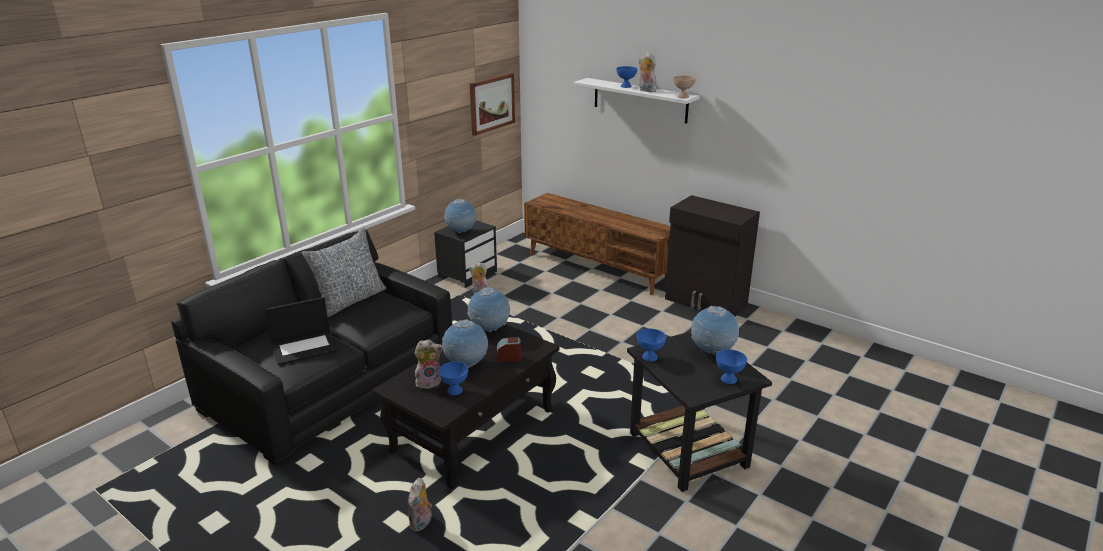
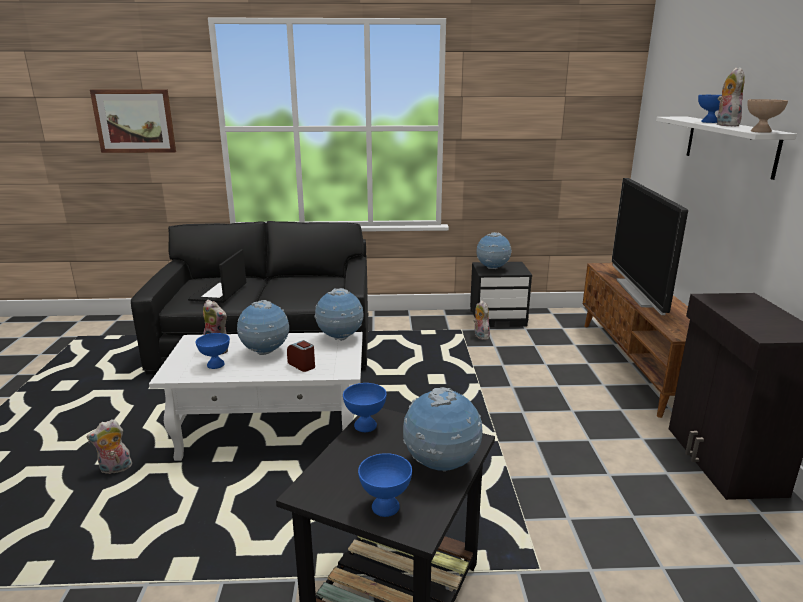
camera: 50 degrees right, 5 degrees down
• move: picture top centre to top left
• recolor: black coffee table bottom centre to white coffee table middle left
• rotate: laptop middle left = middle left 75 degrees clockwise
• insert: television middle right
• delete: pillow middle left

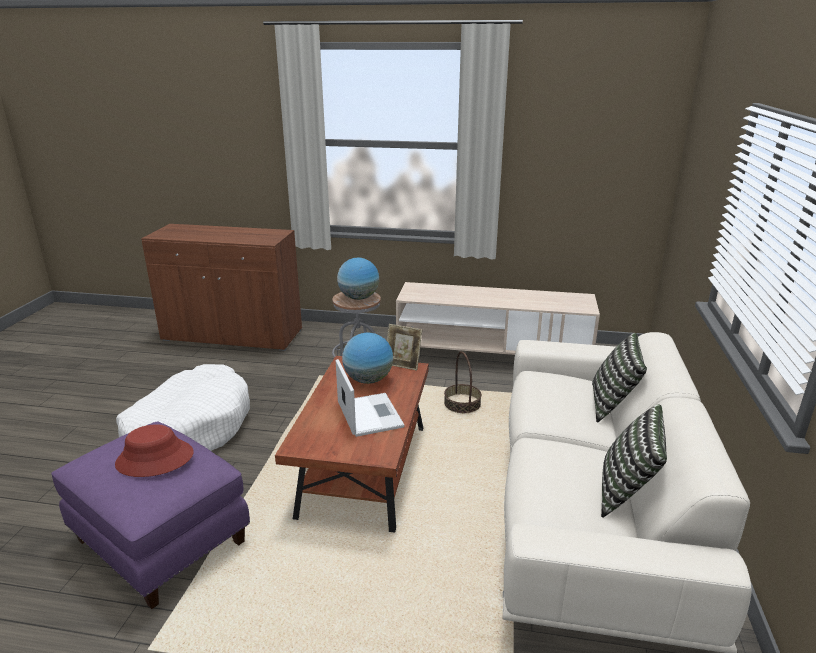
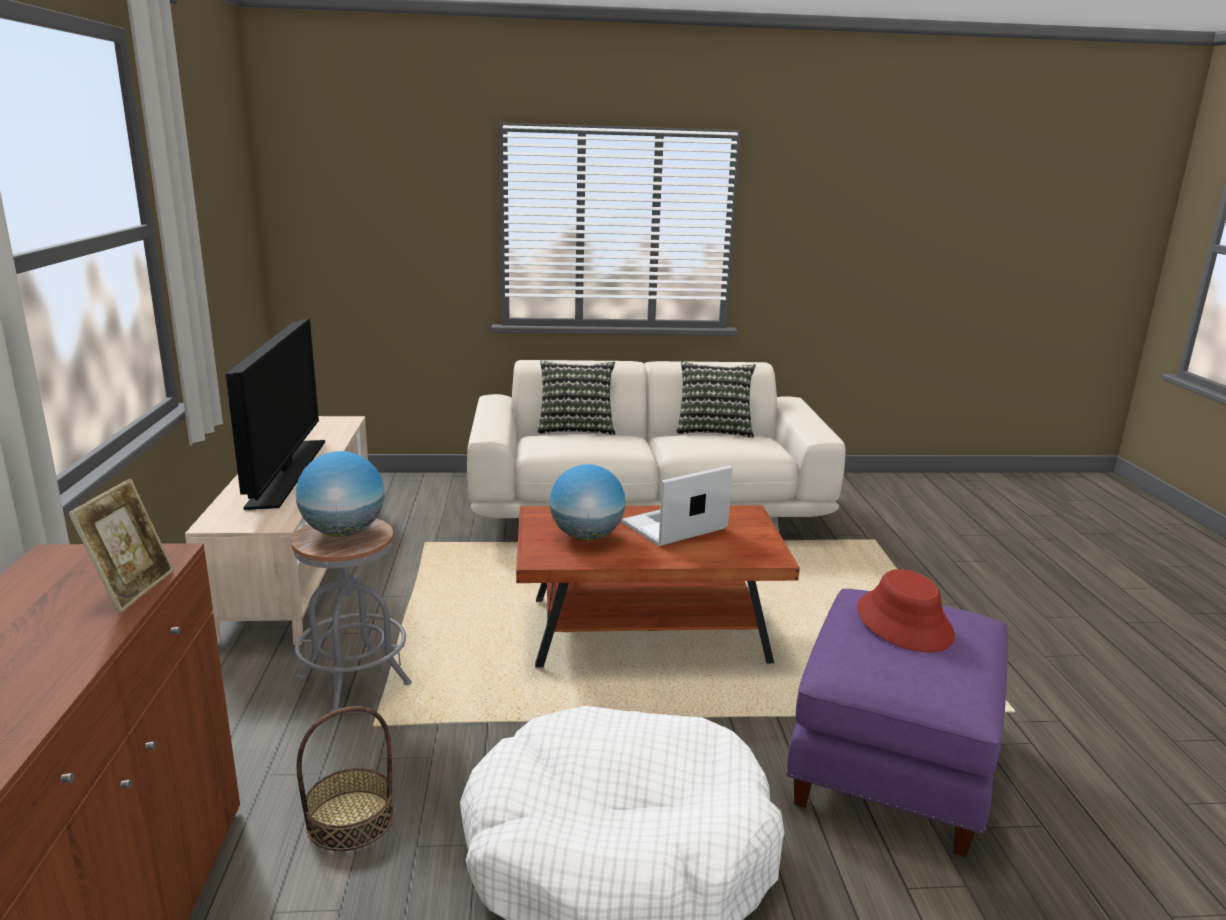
camera: 105 degrees left, 5 degrees down
• move: picture frame centre to middle left
• insert: television middle left
• move: basket centre to bottom left

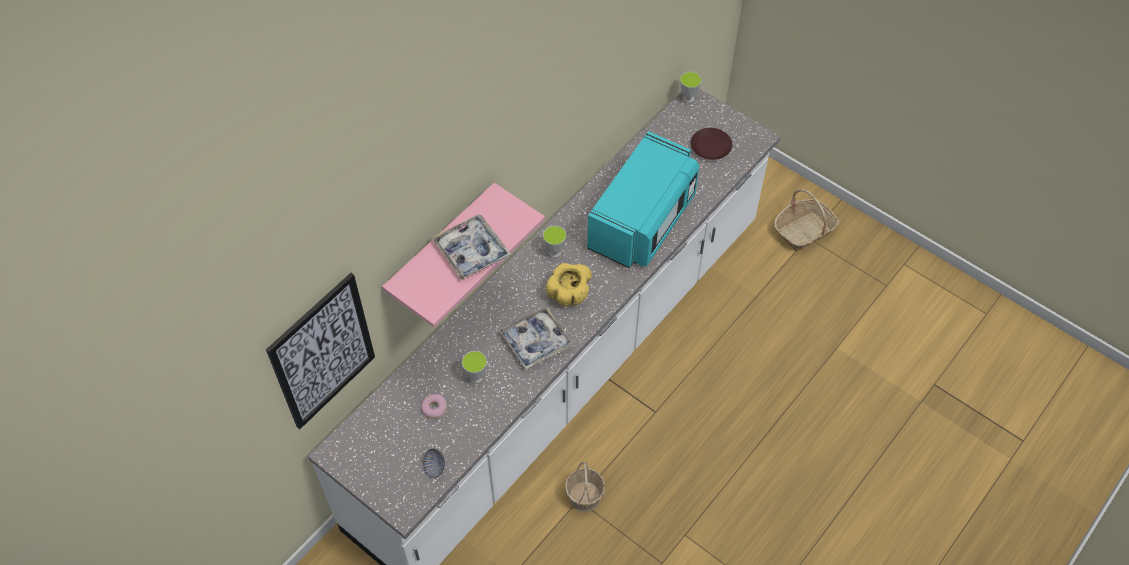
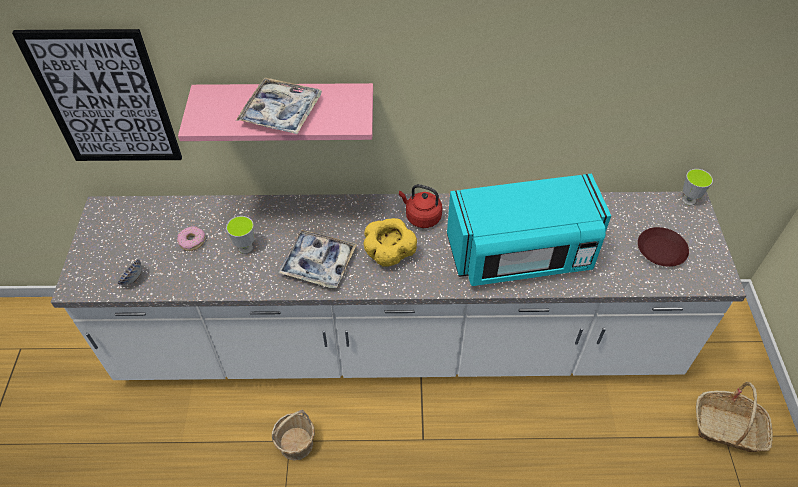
camera: 50 degrees right, 5 degrees down
• replace: cup (2nd from left) centre to red kettle centre

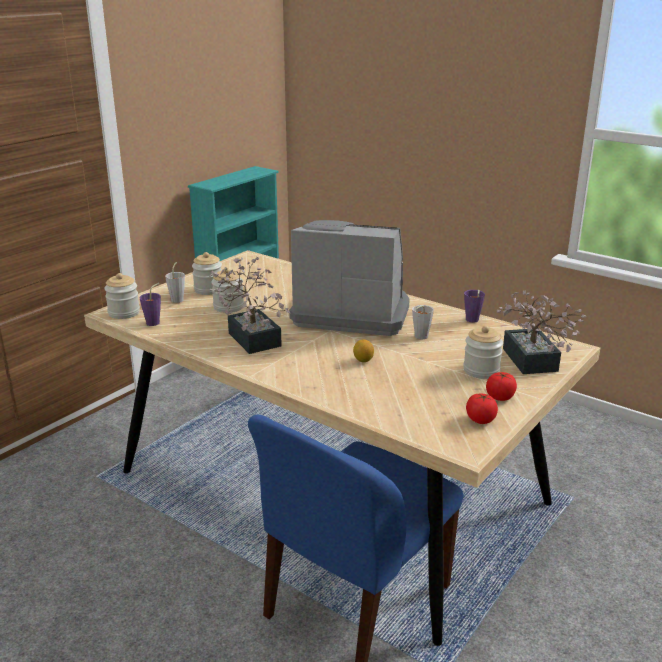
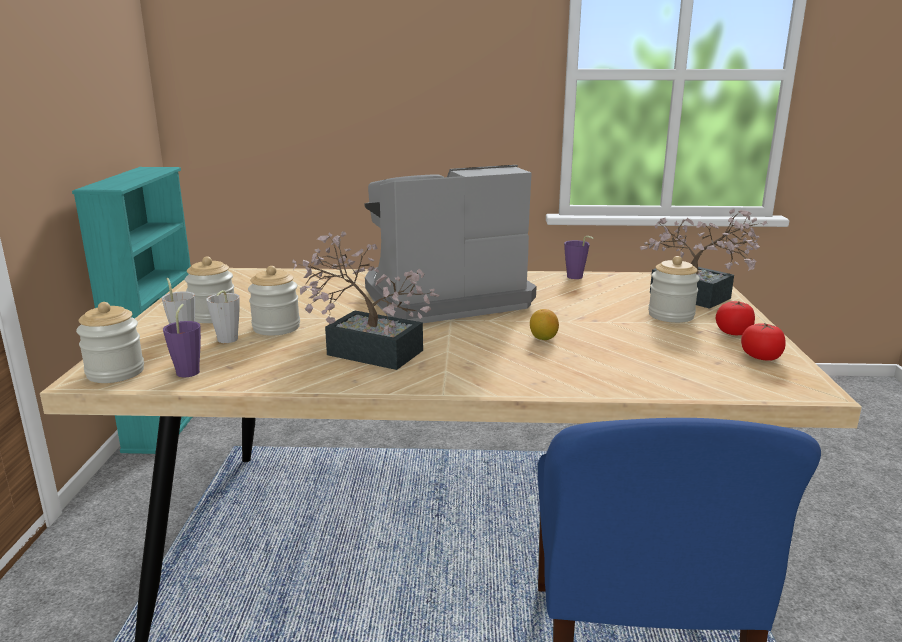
camera: 35 degrees left, 5 degrees down
• move: grey cup (2nd from left) centre to middle left

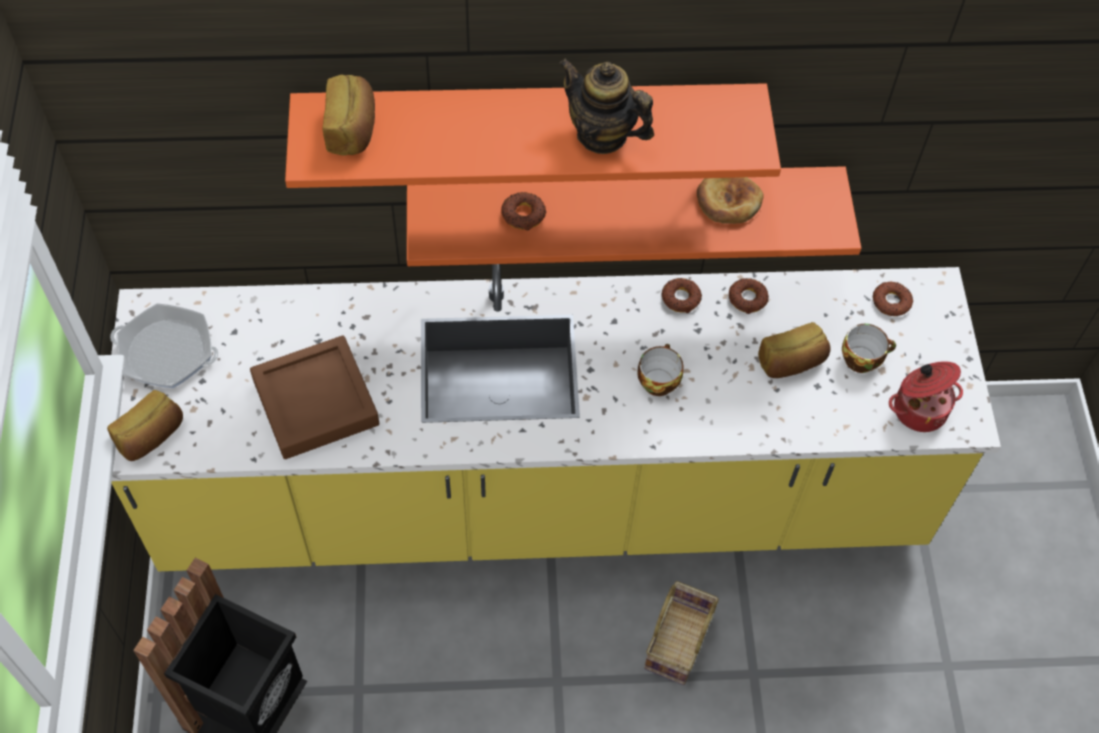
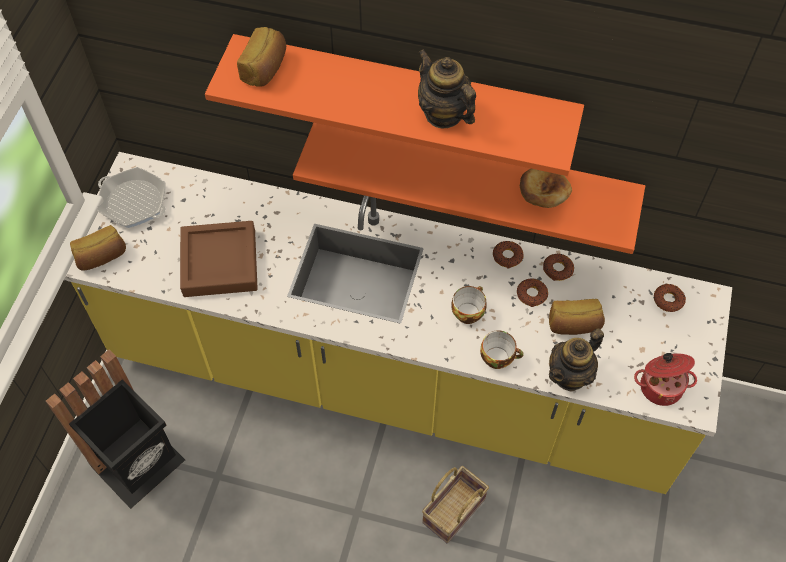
camera: 20 degrees right, 0 degrees up
• move: cup (2nd from left) middle right to centre
• move: donut (1st from left in the first image) top centre to donut (2nd from left) middle right
• insert: teapot (2nd from left) middle right

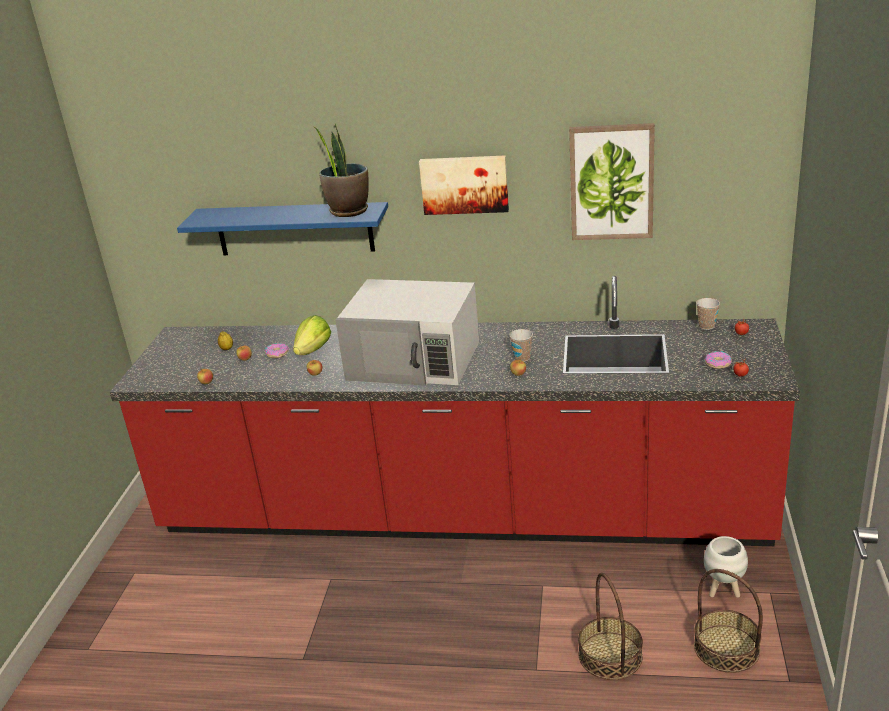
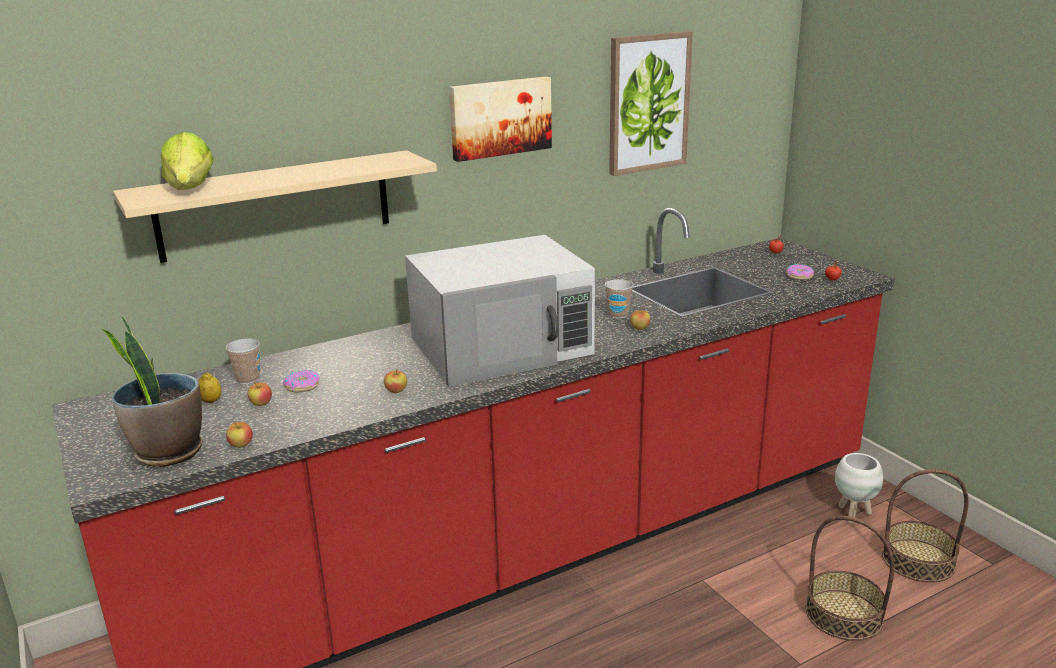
camera: 40 degrees left, 5 degrees down
• move: potted plant top centre to middle left
• recolor: blue shelf top left to beige shelf top left
• move: lettuce centre to top left
• move: cup (2nd from left in the first image) middle right to cup (1st from left) middle left

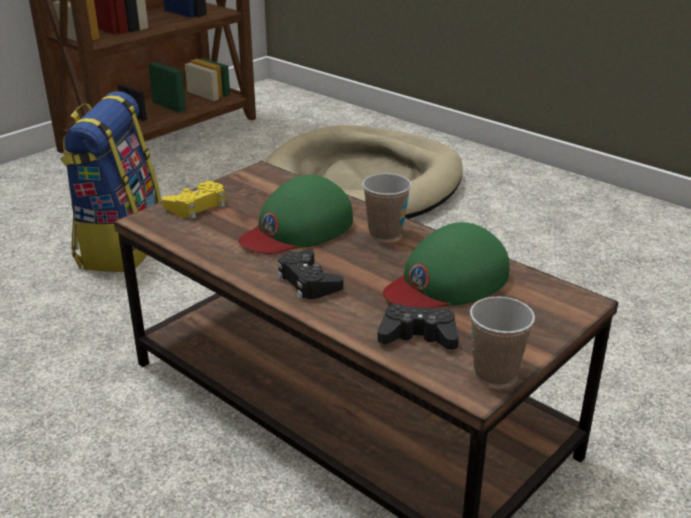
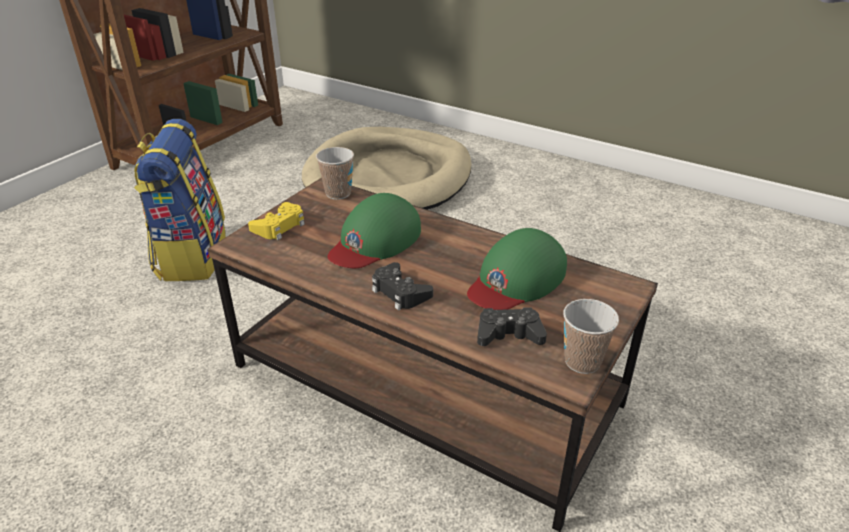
camera: 10 degrees left, 5 degrees up
• move: cup (1st from left) centre to top centre

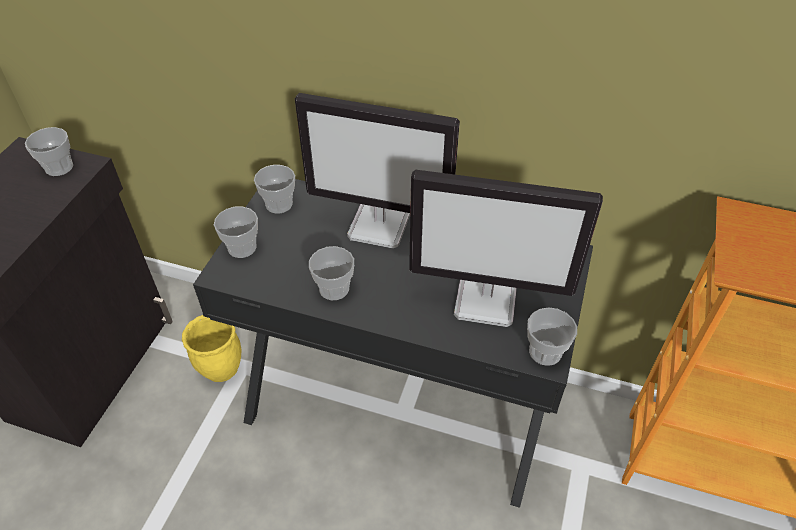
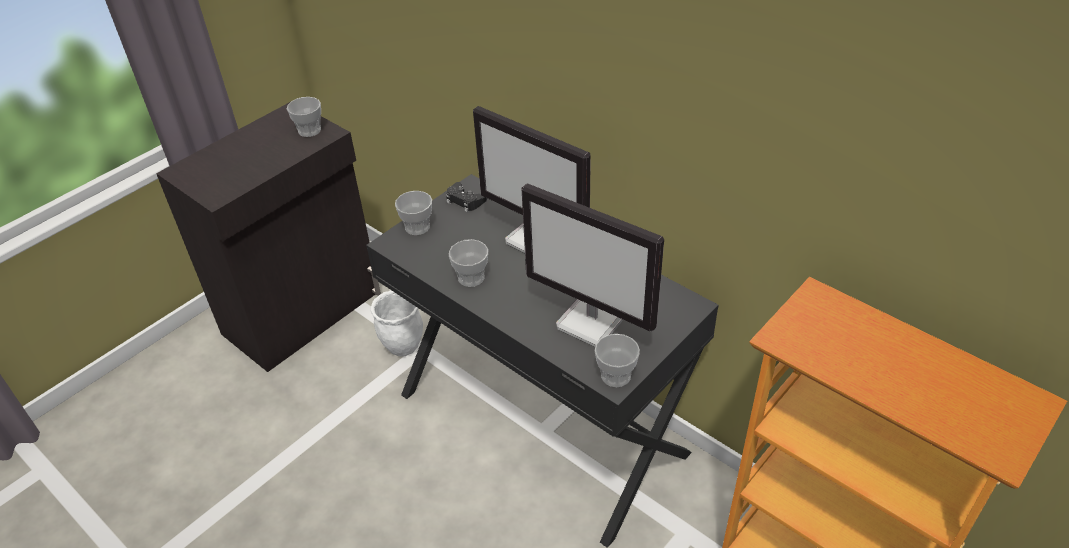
camera: 25 degrees right, 5 degrees down
• recolor: yellow planter middle left to white planter centre
• replace: cup (3rd from left) centre to black game controller centre

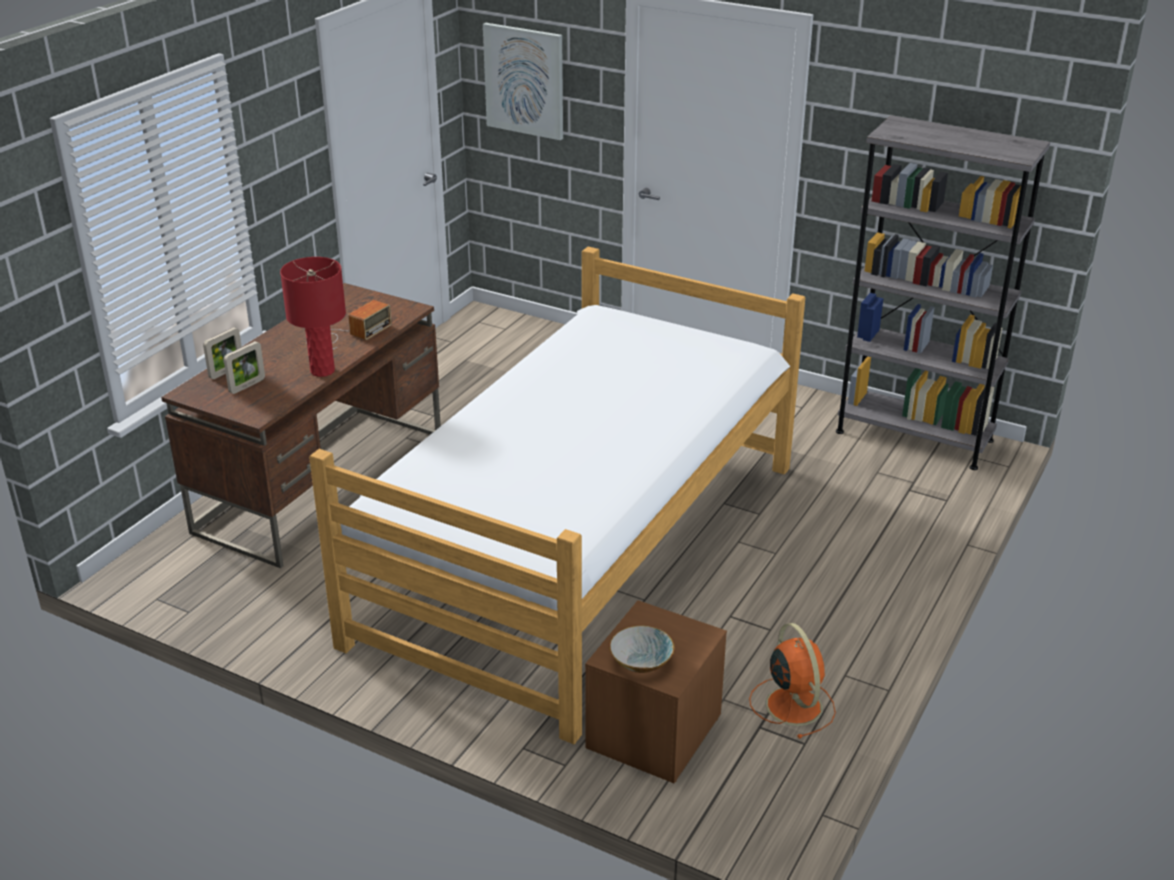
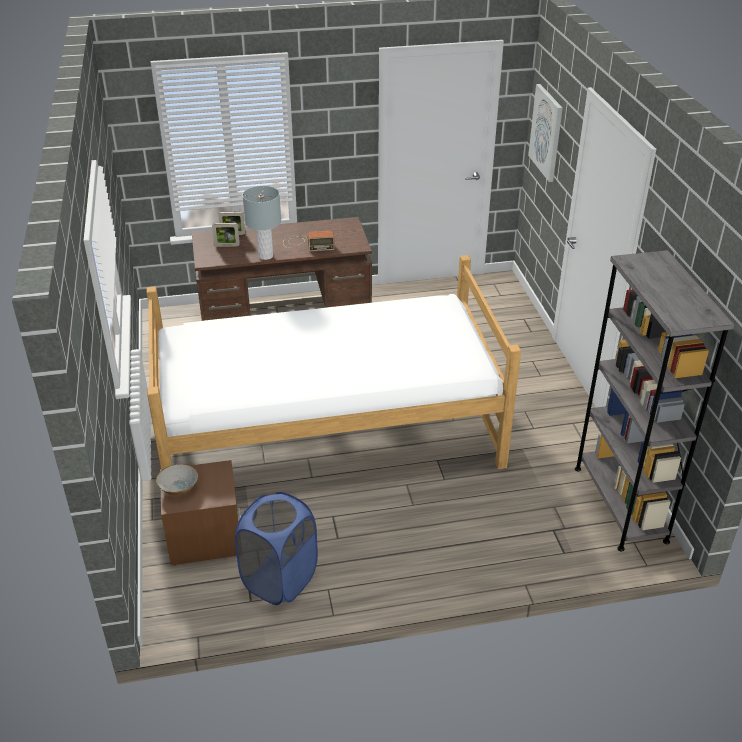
camera: 50 degrees right, 5 degrees up
• replace: orange fan bottom right to blue laundry basket bottom centre
• recolor: red table lamp middle left to grey table lamp top centre

